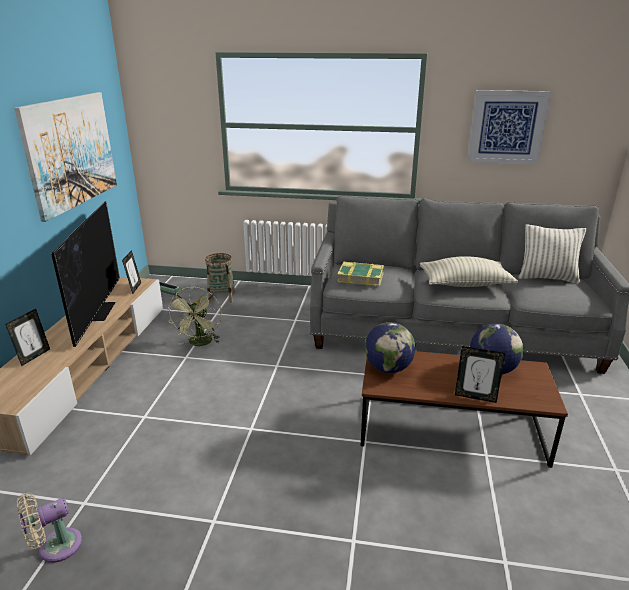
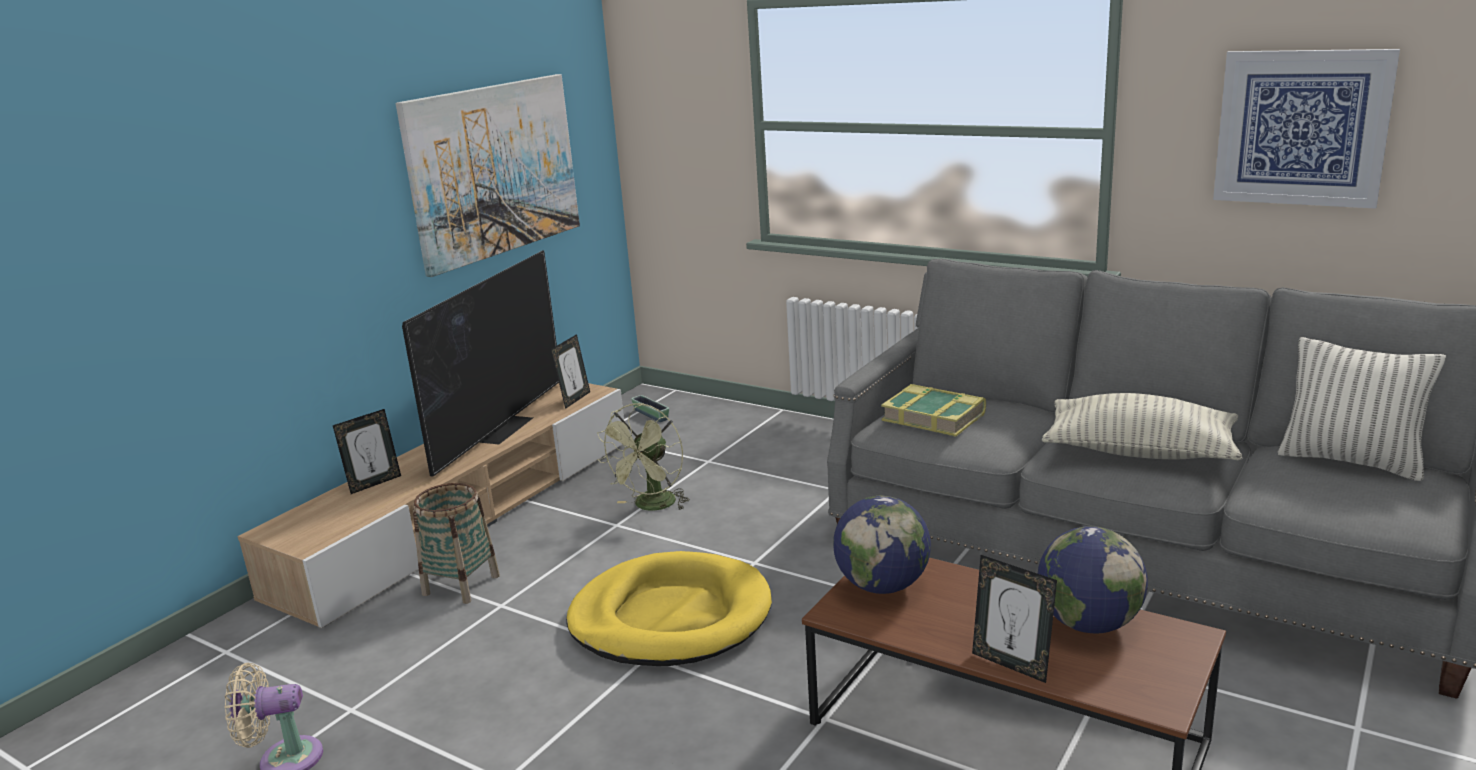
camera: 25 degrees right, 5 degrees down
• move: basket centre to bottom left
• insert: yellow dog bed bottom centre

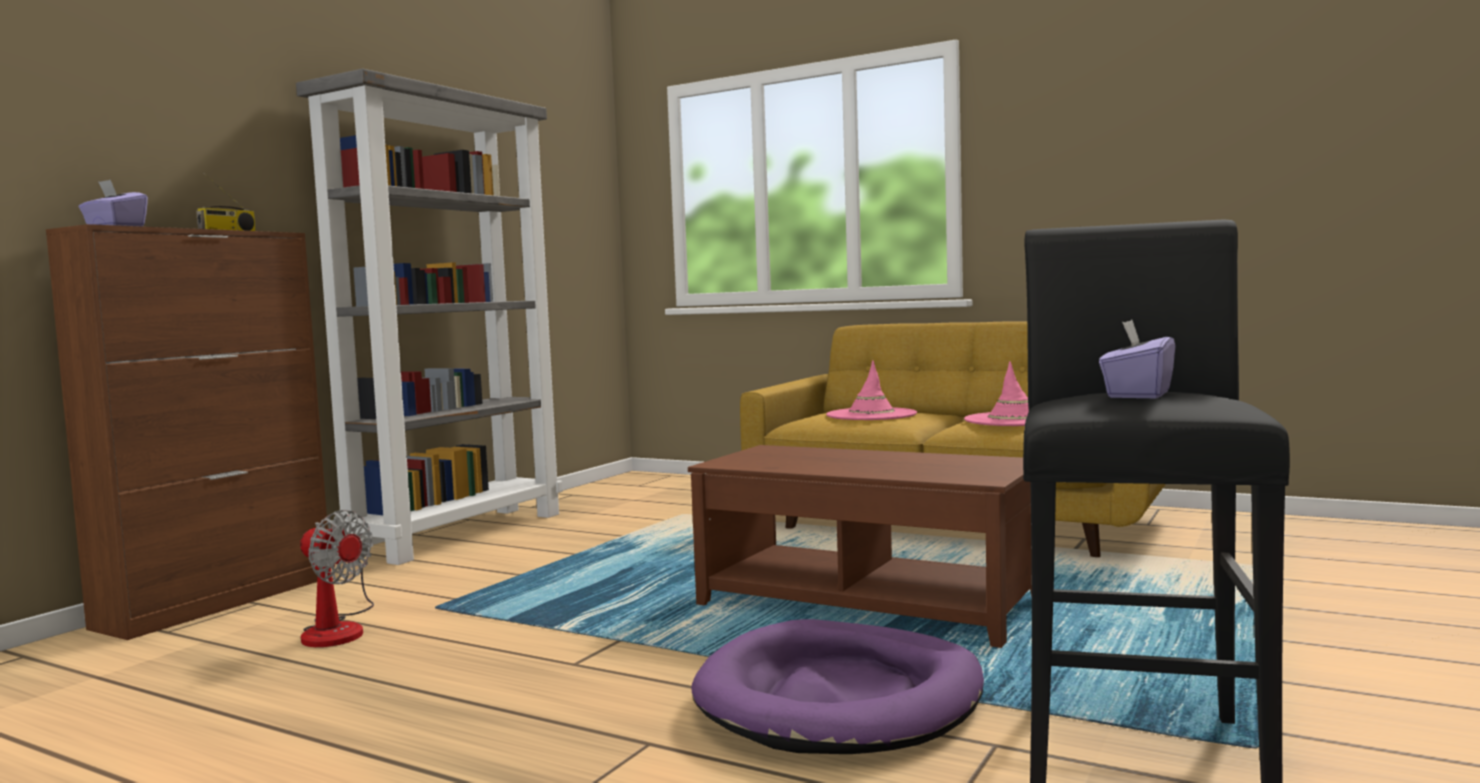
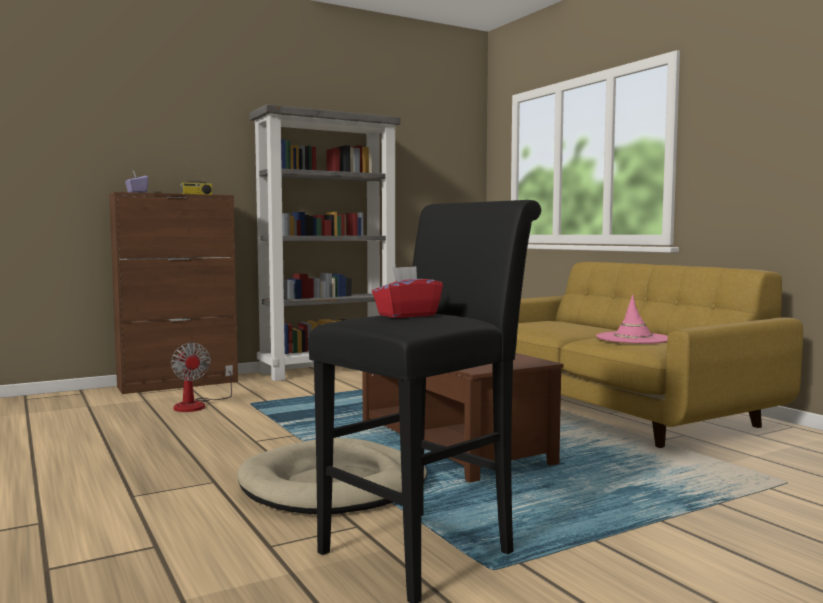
camera: 30 degrees right, 0 degrees up
• recolor: purple dog bed bottom centre to beige dog bed bottom centre
• recolor: purple tissue box (2nd from left) middle right to red tissue box centre
• delete: pink hat (1st from left) centre

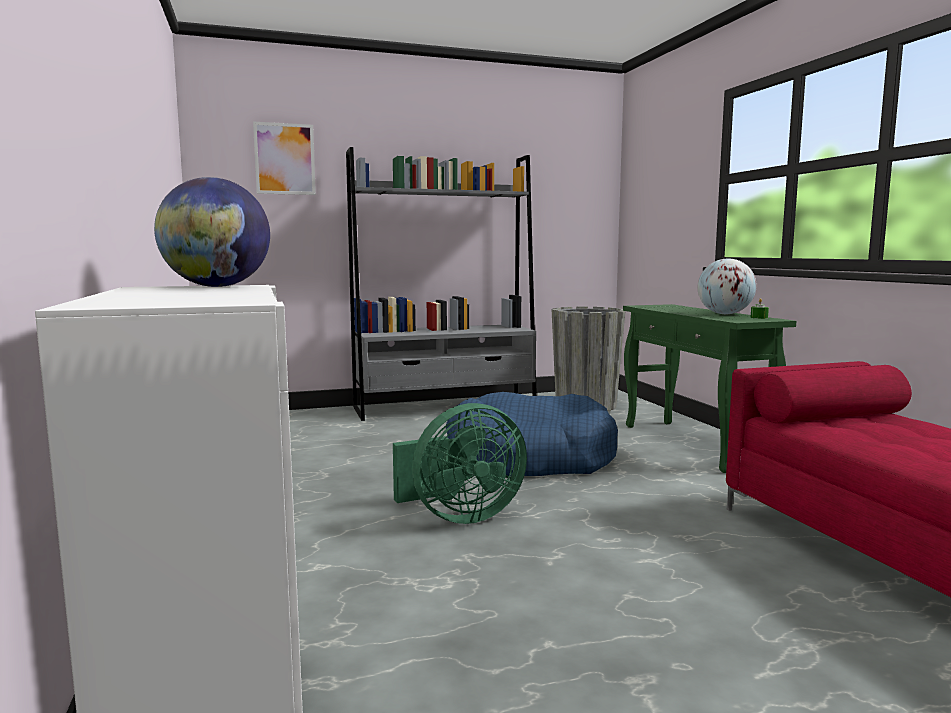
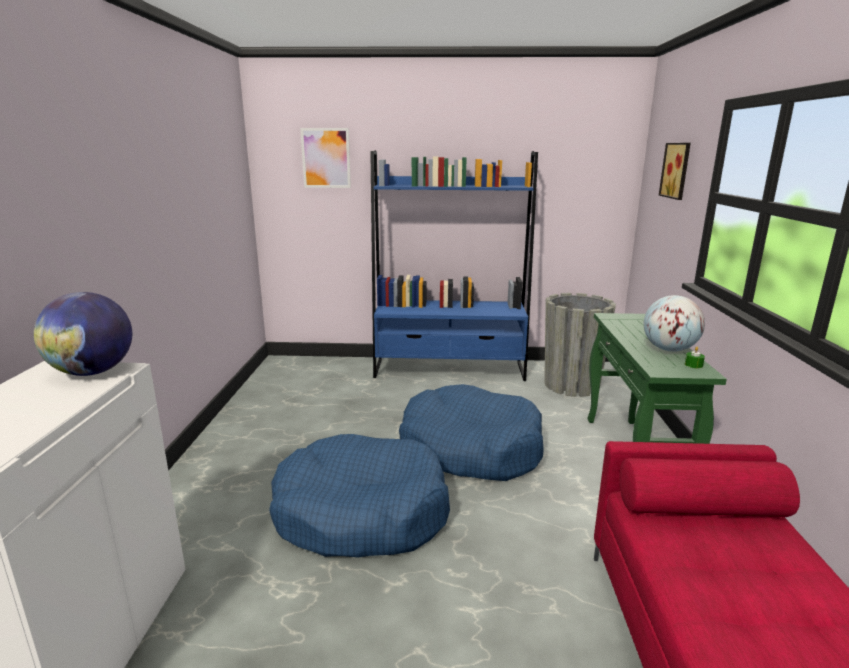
camera: 20 degrees right, 10 degrees up
• replace: green fan centre to blue dog bed (1st from left) bottom centre
• recolor: grey bookcase centre to blue bookcase centre
• insert: picture (2nd from left) top right

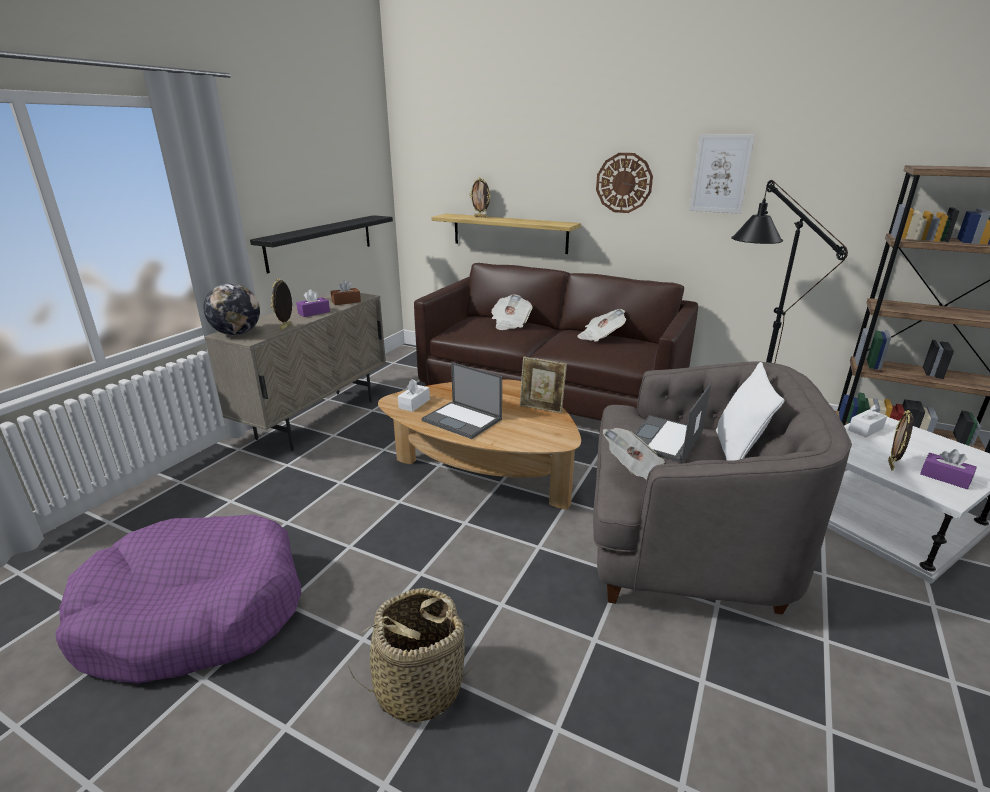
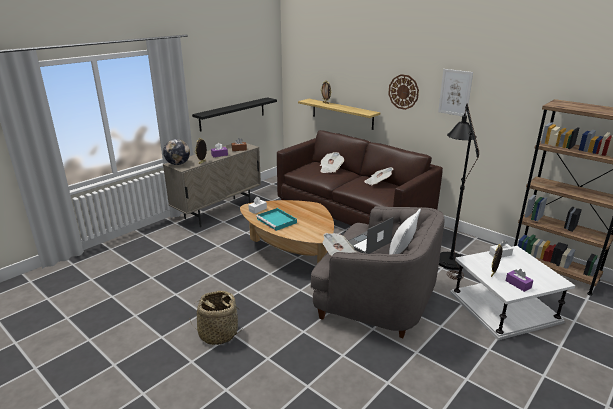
camera: 15 degrees right, 0 degrees up
• replace: laptop (1st from left) centre to turquoise tray centre
• delete: purple dog bed bottom left
• delete: picture frame (3rd from left) centre

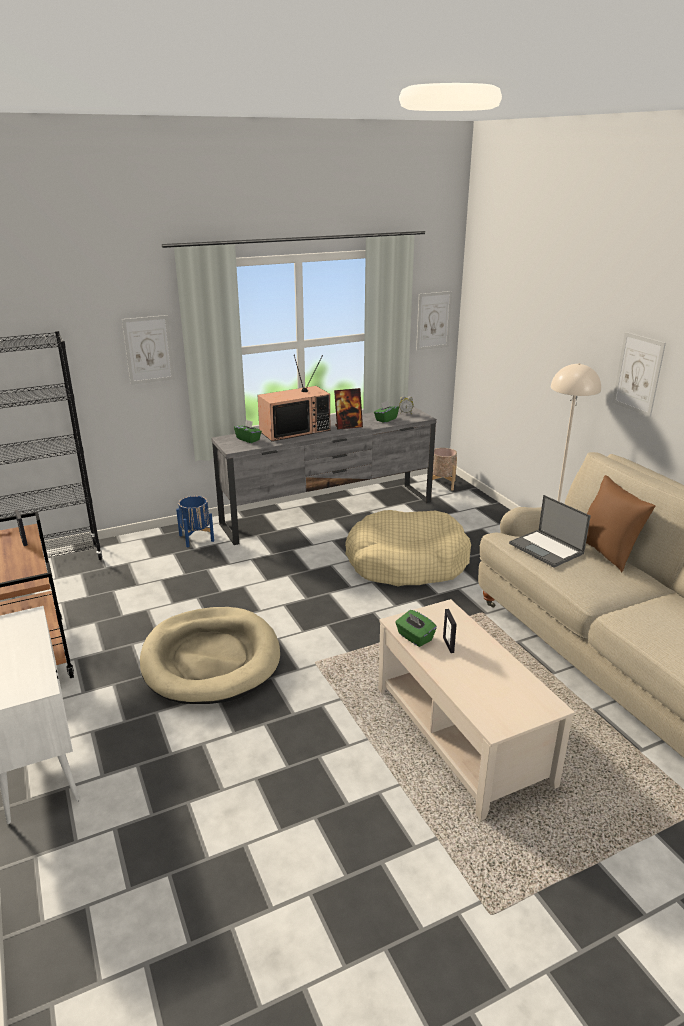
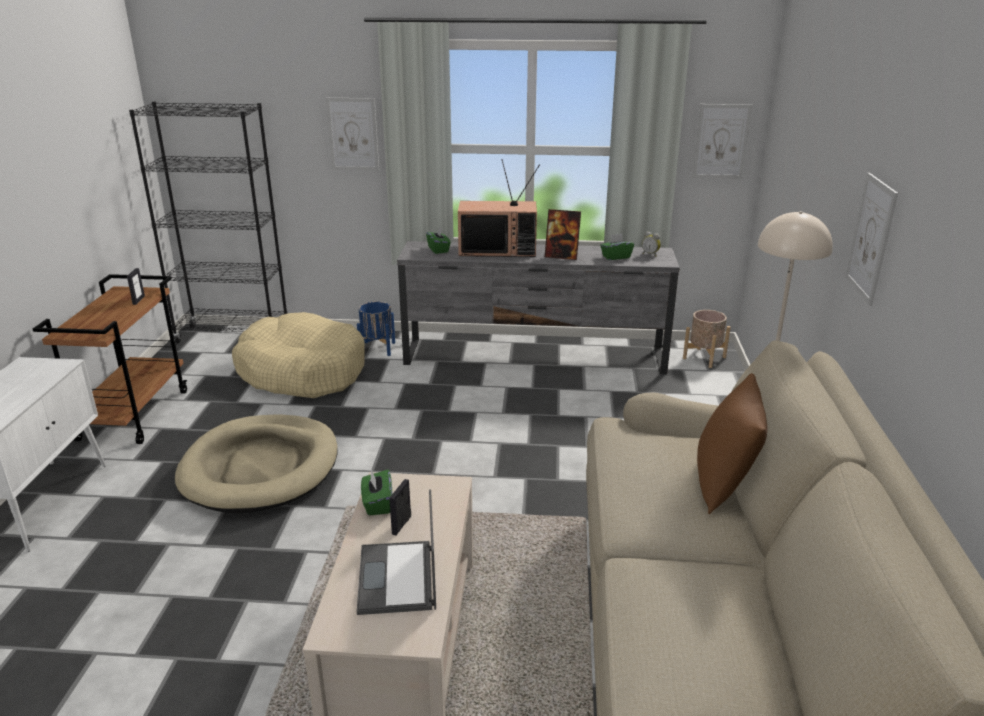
camera: 30 degrees right, 0 degrees up
• move: beige dog bed (2nd from left) centre to middle left
• move: laptop middle right to bottom centre

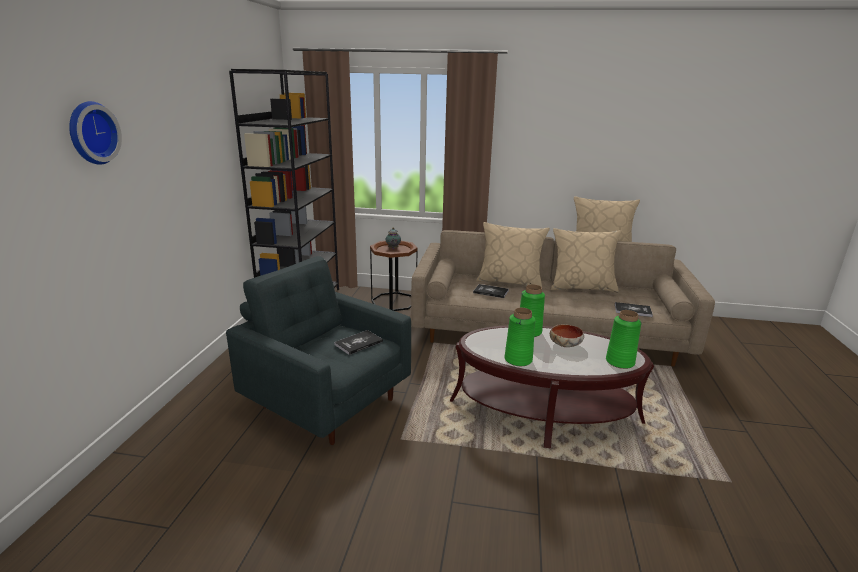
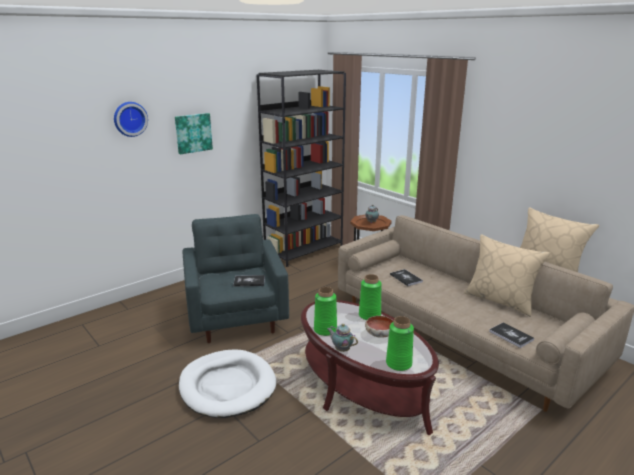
camera: 40 degrees right, 0 degrees up
• insert: picture top left
• insert: white dog bed bottom centre
• insert: teapot (1st from left) bottom centre
• delete: beige pillow (1st from left) centre

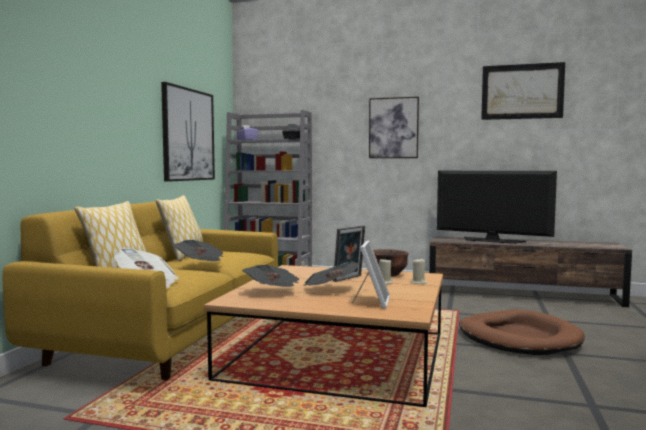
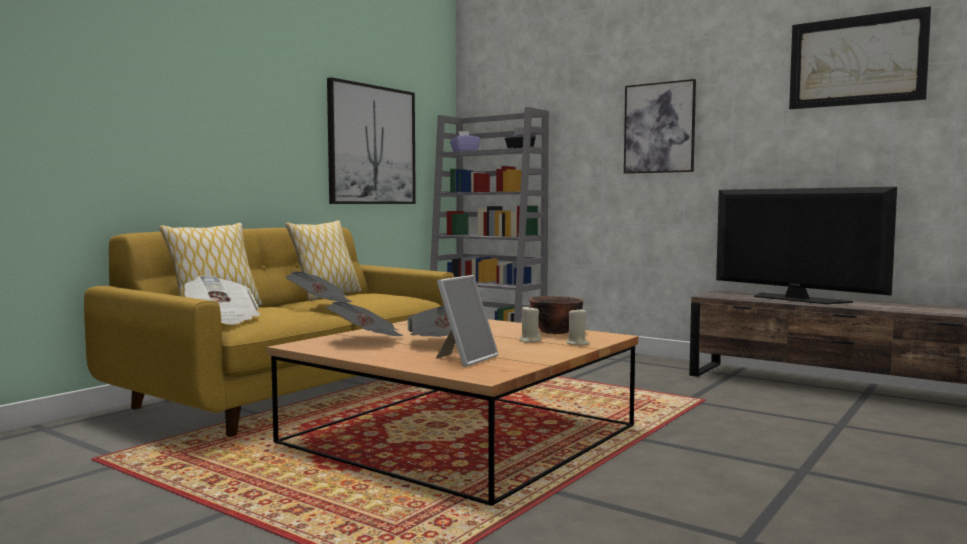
camera: 20 degrees right, 0 degrees up
• delete: picture frame (1st from left) centre
• delete: brown dog bed bottom right

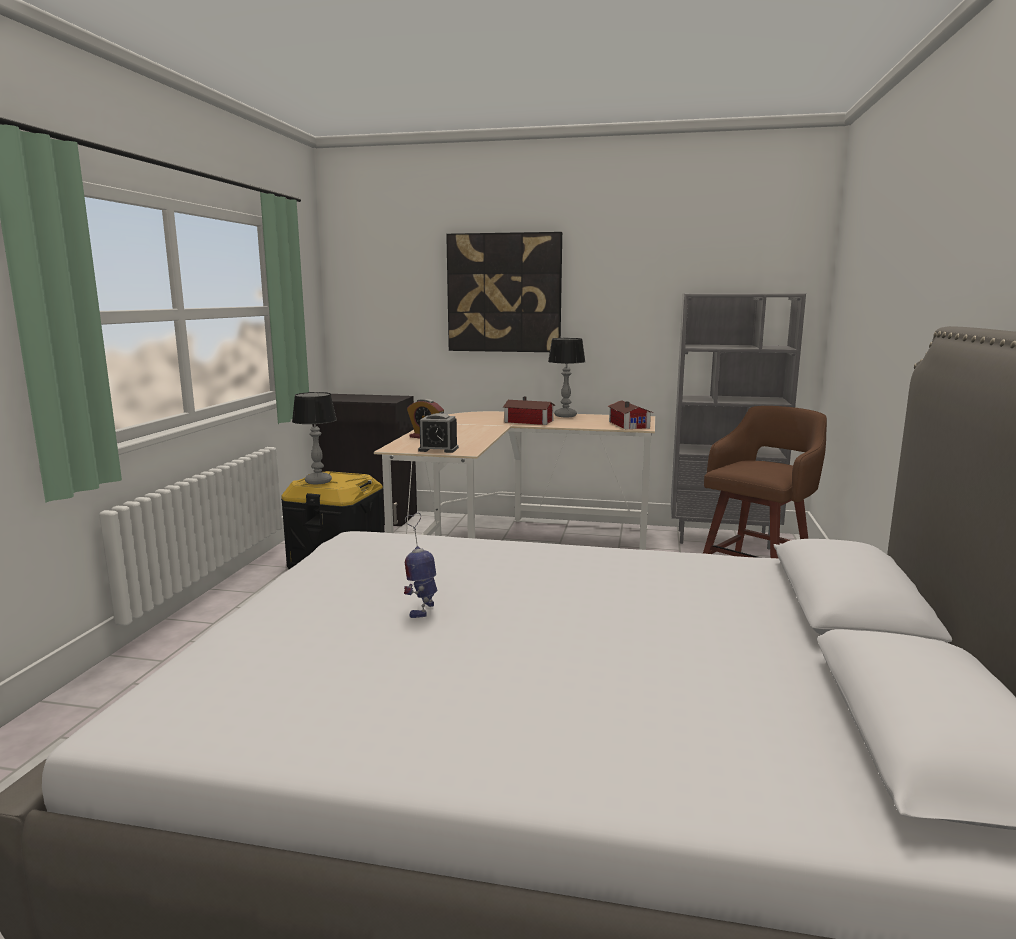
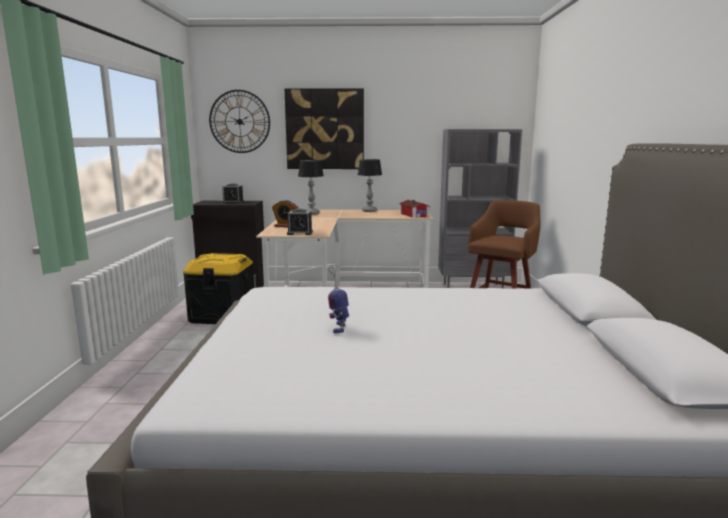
camera: 10 degrees left, 0 degrees up
• insert: wall clock top left
• insert: alarm clock (1st from left) middle left
• move: table lamp (1st from left) middle left to centre
• delete: toy house (1st from left) centre

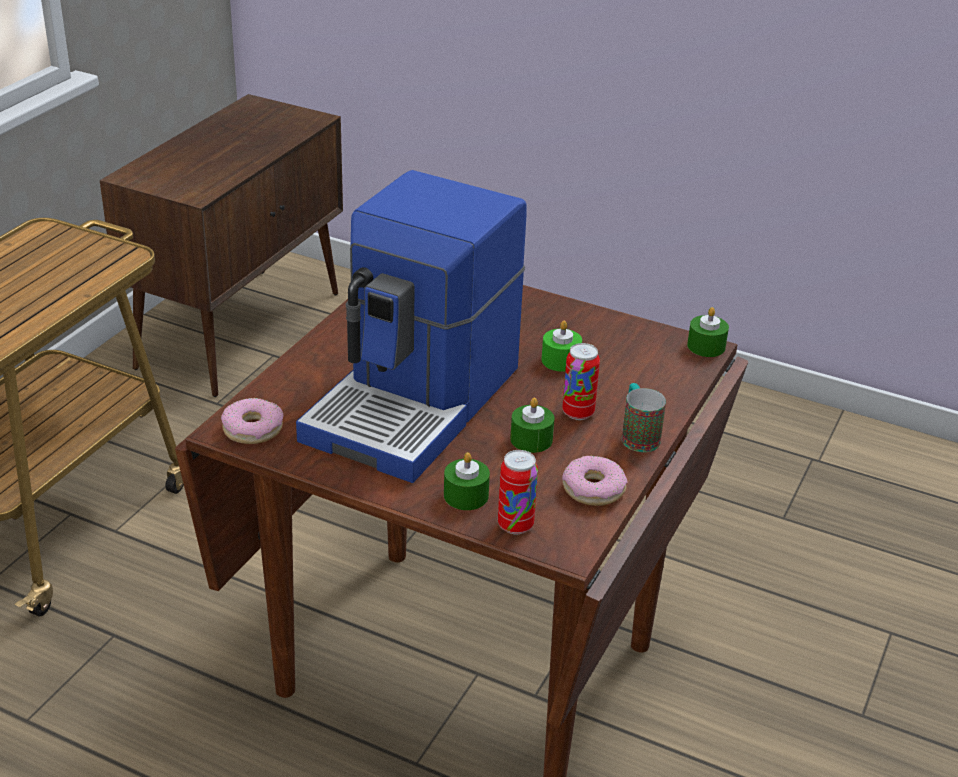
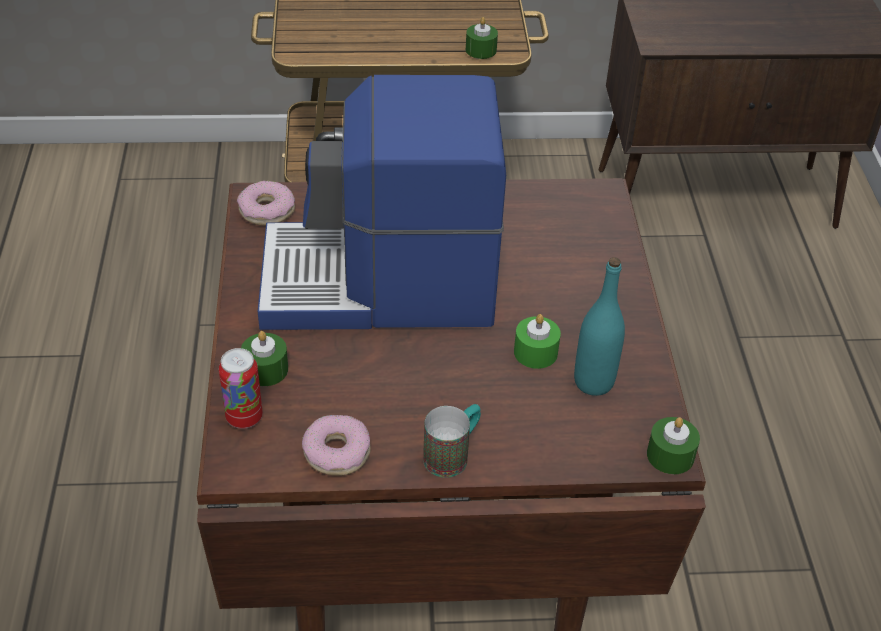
camera: 60 degrees right, 10 degrees up
• move: green candle (2nd from left) centre to top centre
• insert: turquoise bottle middle right
• delete: can (2nd from left) centre

